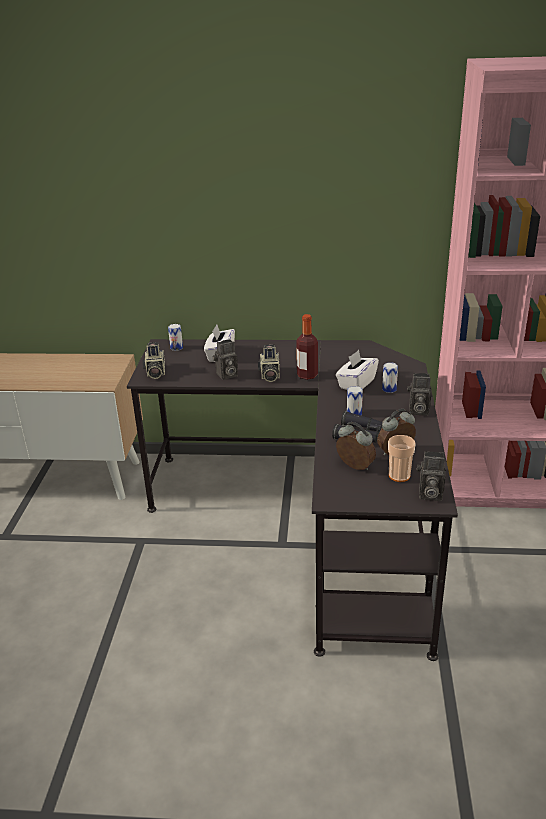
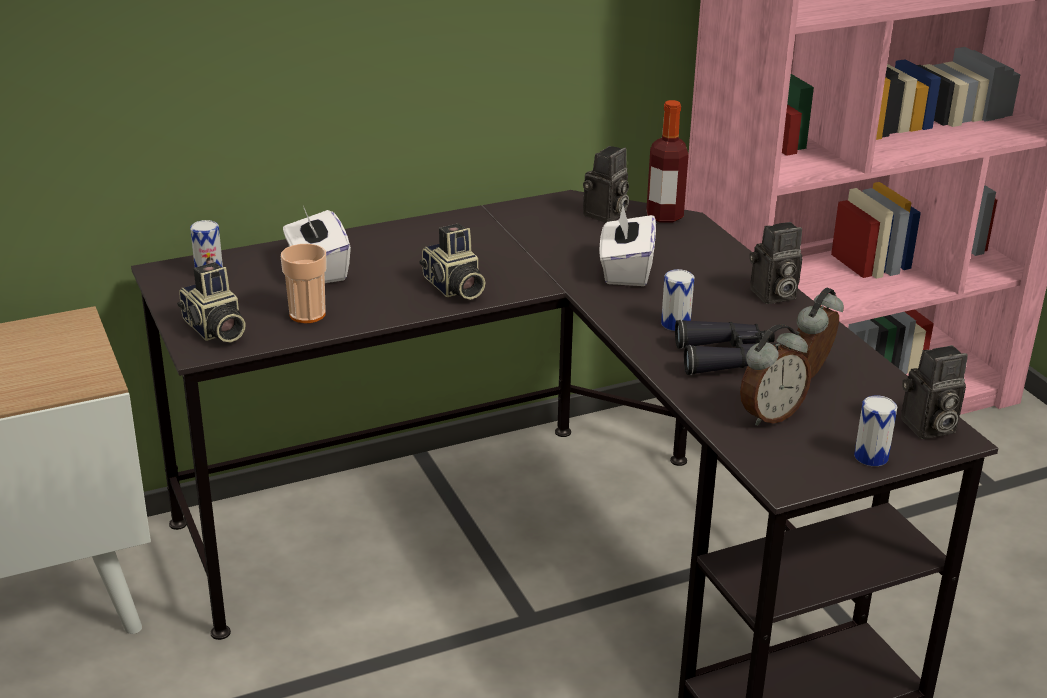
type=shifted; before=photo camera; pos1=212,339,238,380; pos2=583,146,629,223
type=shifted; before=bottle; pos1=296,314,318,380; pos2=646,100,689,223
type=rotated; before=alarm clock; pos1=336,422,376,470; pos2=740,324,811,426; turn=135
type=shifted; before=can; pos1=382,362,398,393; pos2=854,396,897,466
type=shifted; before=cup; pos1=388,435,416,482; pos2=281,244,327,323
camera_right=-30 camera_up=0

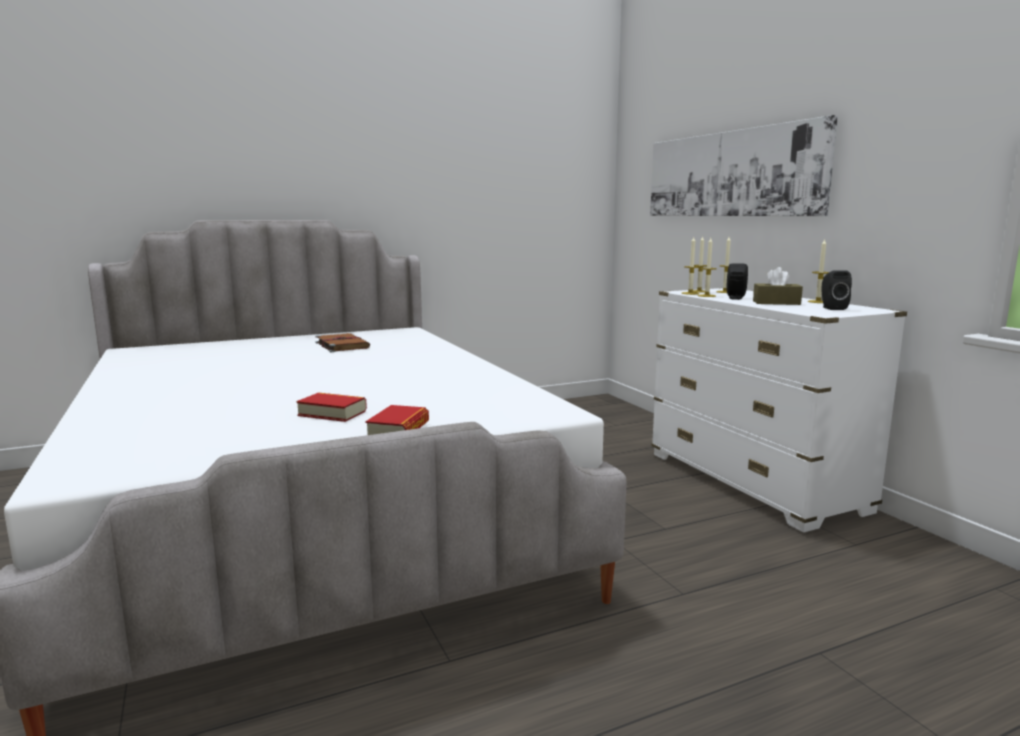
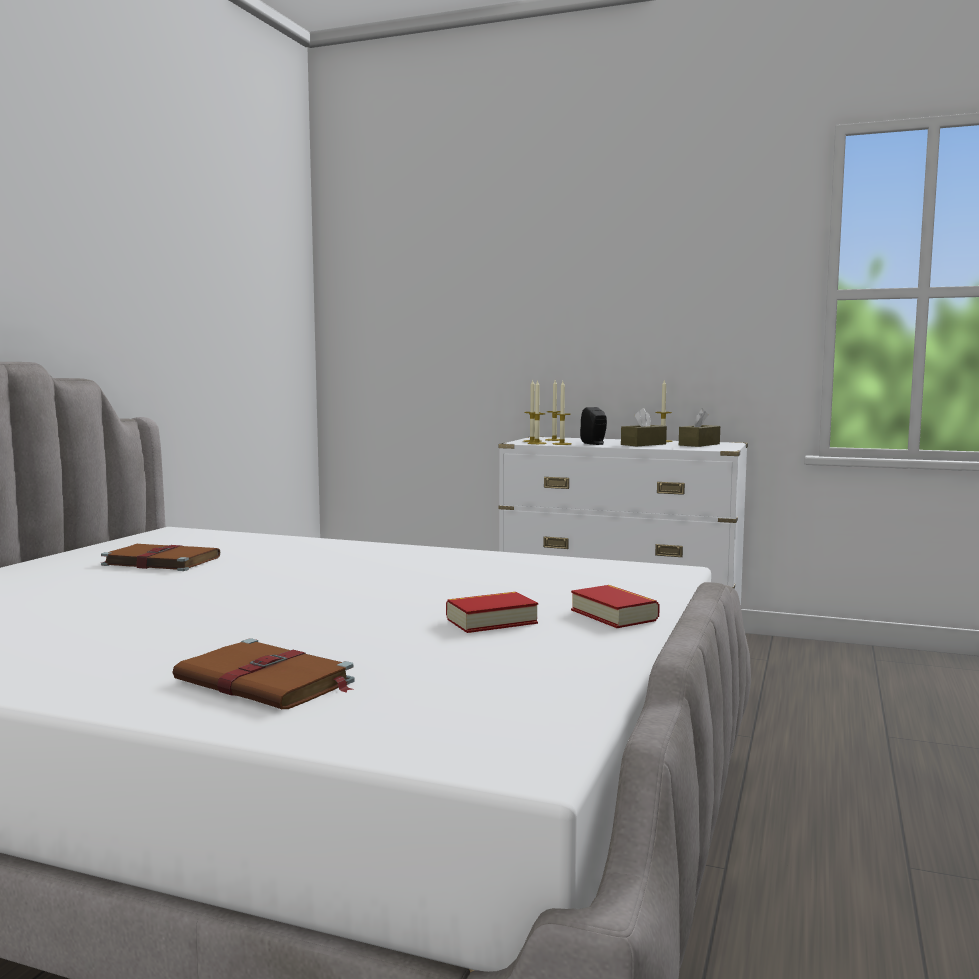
type=gone; before=picture; pos1=650,115,838,216
type=swapped; before=black speaker; after=brown tissue box; pos1=821,270,852,310; pos2=679,409,720,447
type=new; after=brown book; pos2=172,638,355,709
camera_right=-45 camera_up=-5

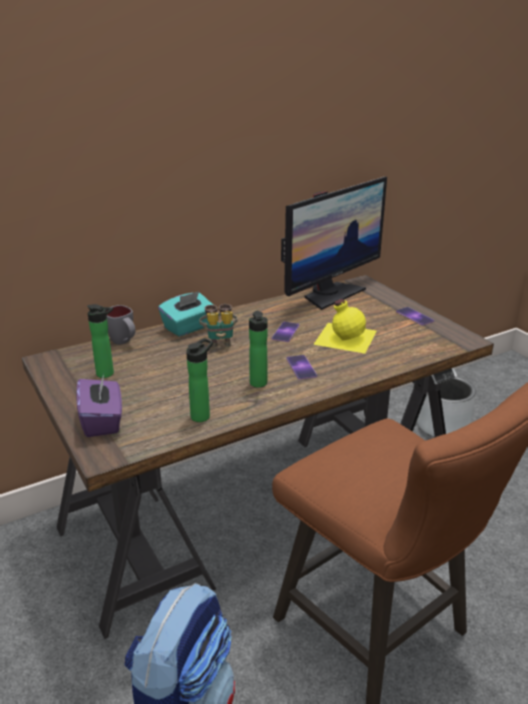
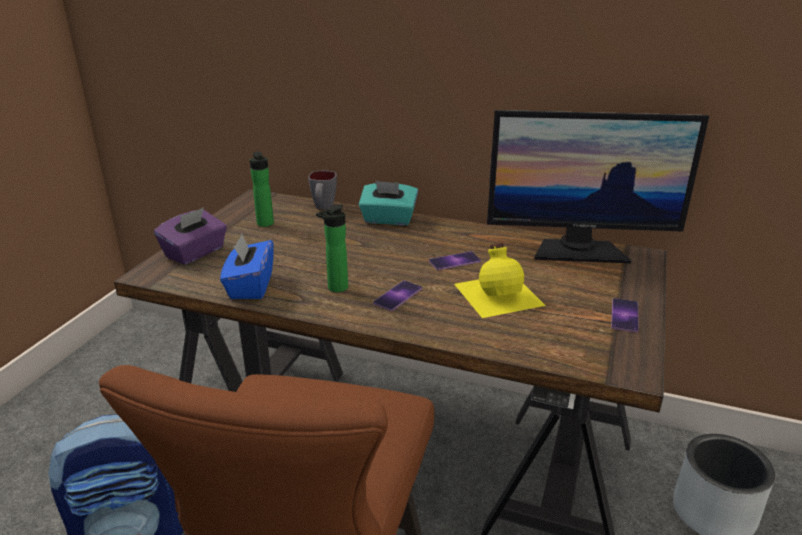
type=swapped; before=bottle; after=blue tissue box; pos1=186,338,213,422; pos2=220,234,273,299
type=gone; before=binoculars; pos1=199,304,238,348
camera_right=50 camera_up=0

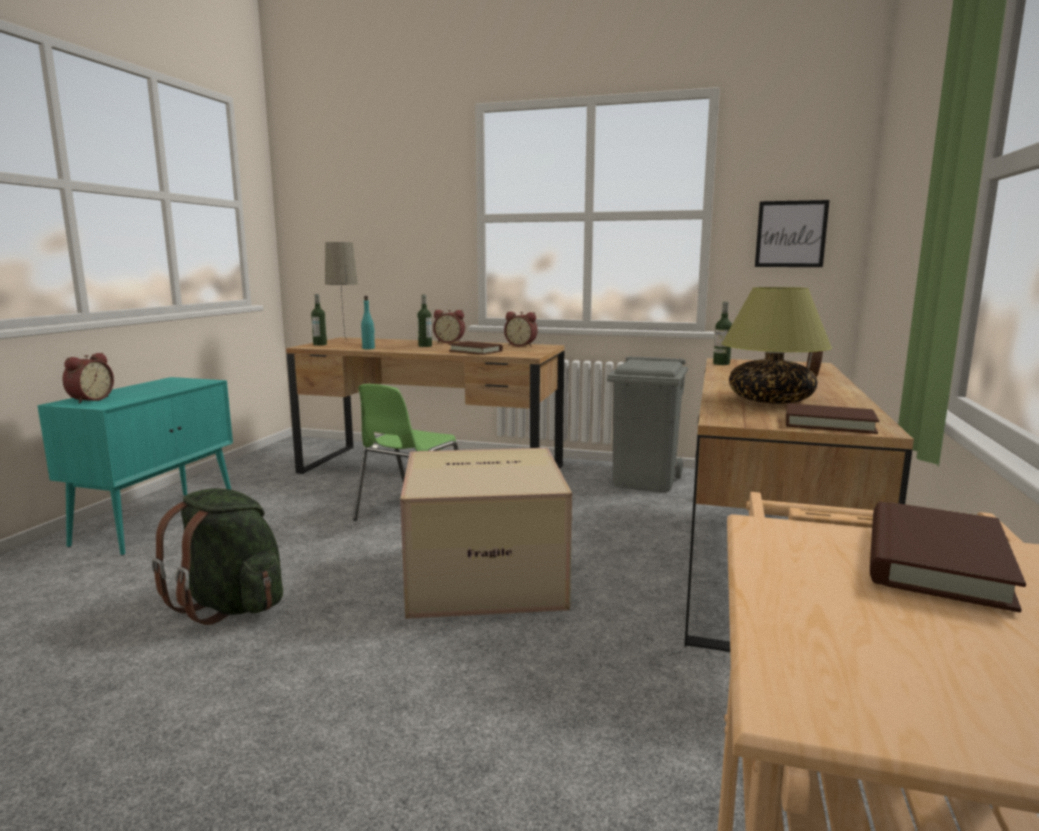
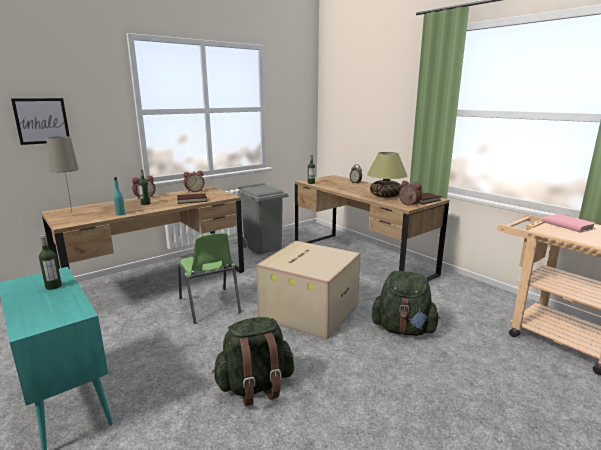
type=shifted; before=alarm clock; pos1=63,353,114,404; pos2=399,181,422,206
type=shifted; before=bottle; pos1=311,294,327,346; pos2=39,235,62,290
type=shifted; before=picture; pos1=755,200,829,267; pos2=11,98,70,145
type=repainted; before=brown book; after=pink book; pos1=870,502,1026,612; pos2=543,214,597,233
type=new; after=green backpack; pos2=372,271,440,336
camera_right=-55 camera_up=5

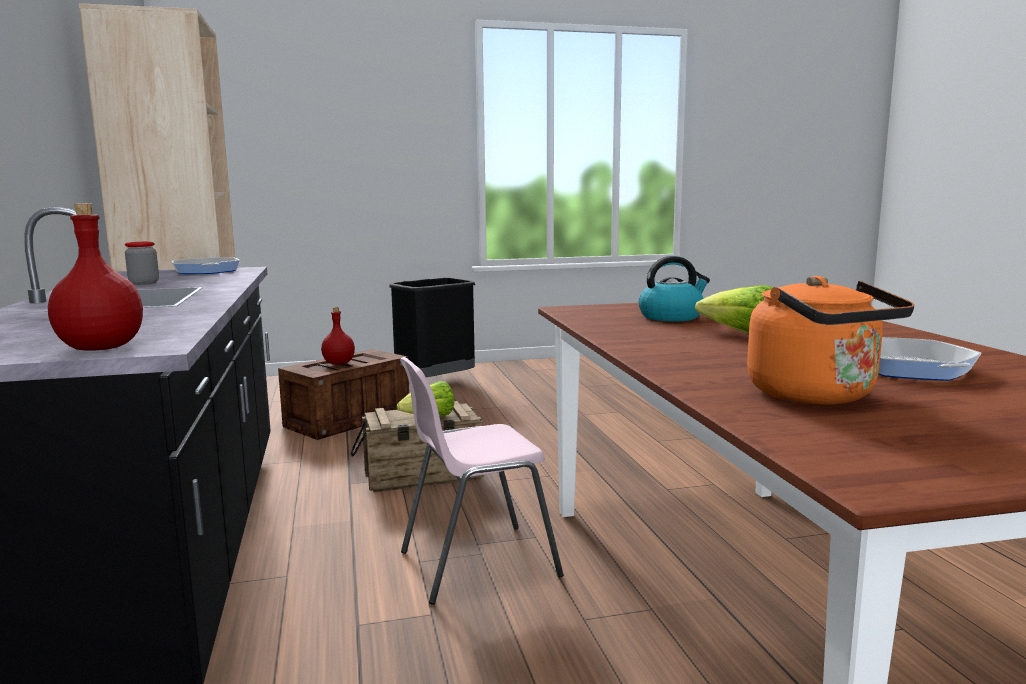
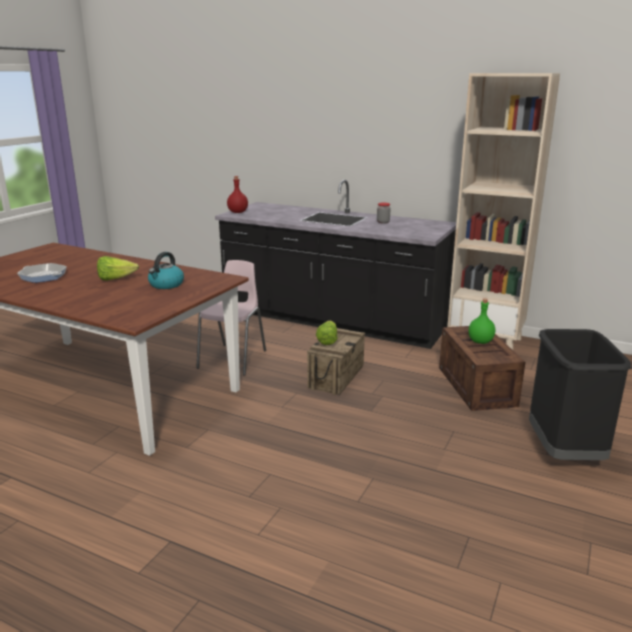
type=gone; before=frying pan; pos1=171,257,240,274
type=repainted; before=red bottle; after=green bottle; pos1=321,307,355,365; pos2=468,299,495,344
type=gone; before=orange kettle; pos1=747,276,914,405
camera_right=130 camera_up=10

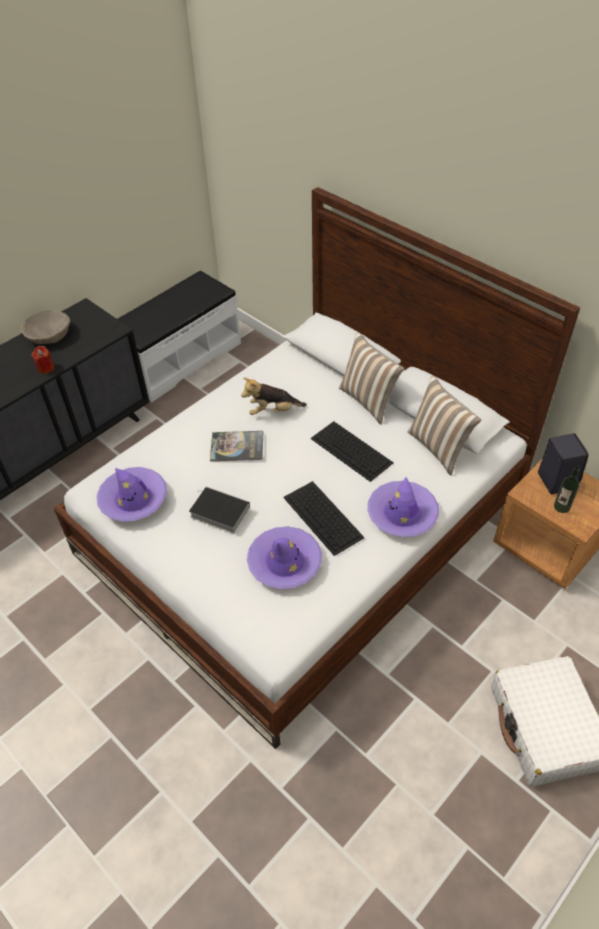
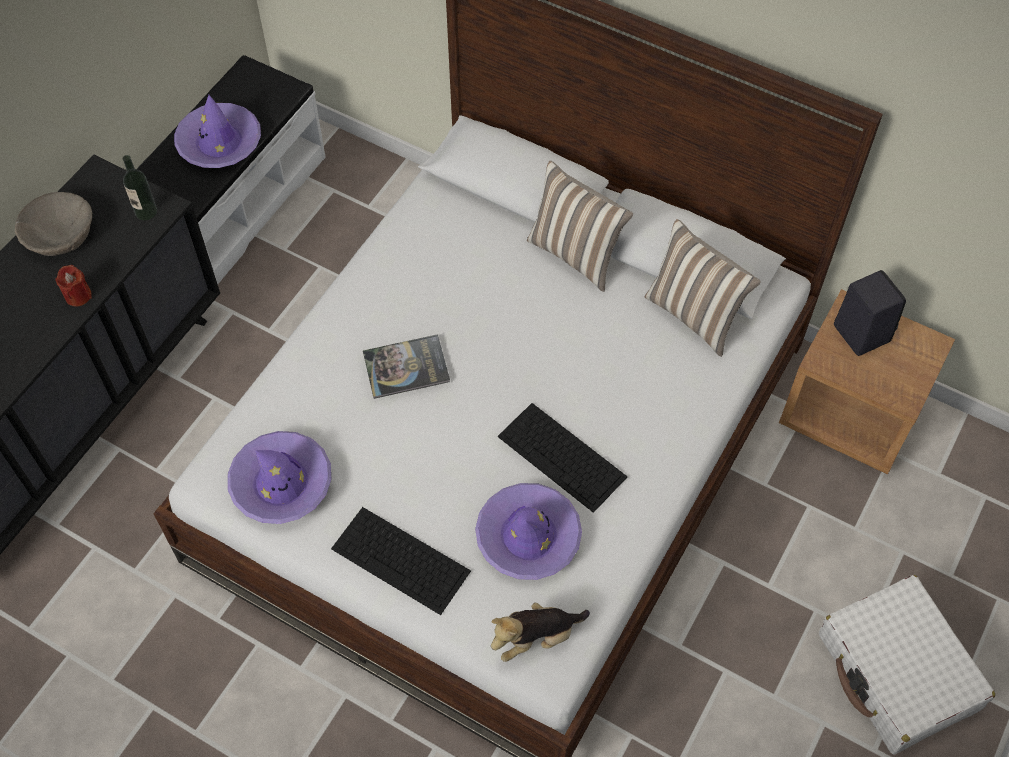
type=gone; before=book; pos1=189,487,250,533
type=shifted; before=plush toy; pos1=241,377,307,415; pos2=491,603,590,662
type=shifted; before=keyboard; pos1=311,421,394,482; pos2=331,507,471,615
type=shifted; before=purple hat; pos1=368,477,439,537; pos2=174,95,261,168
type=shifted; before=bottle; pos1=554,466,580,513; pos2=123,155,157,220
camera_right=-15 camera_up=10

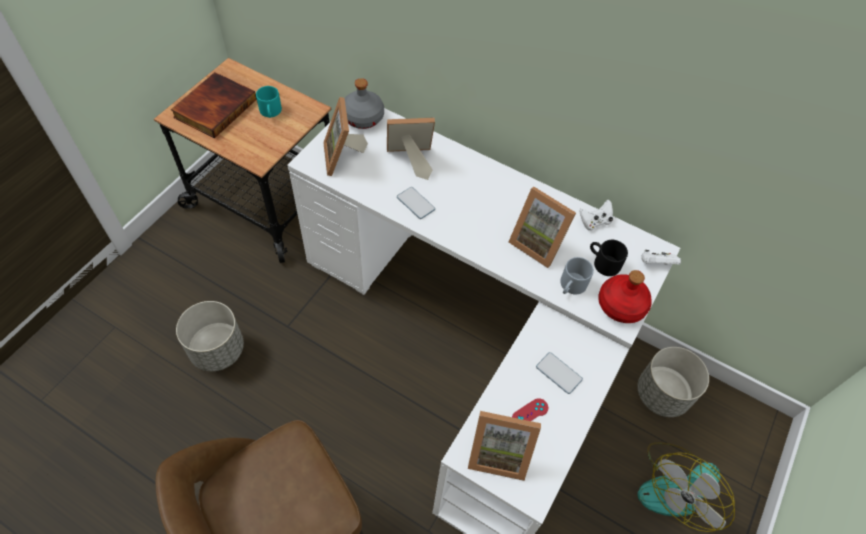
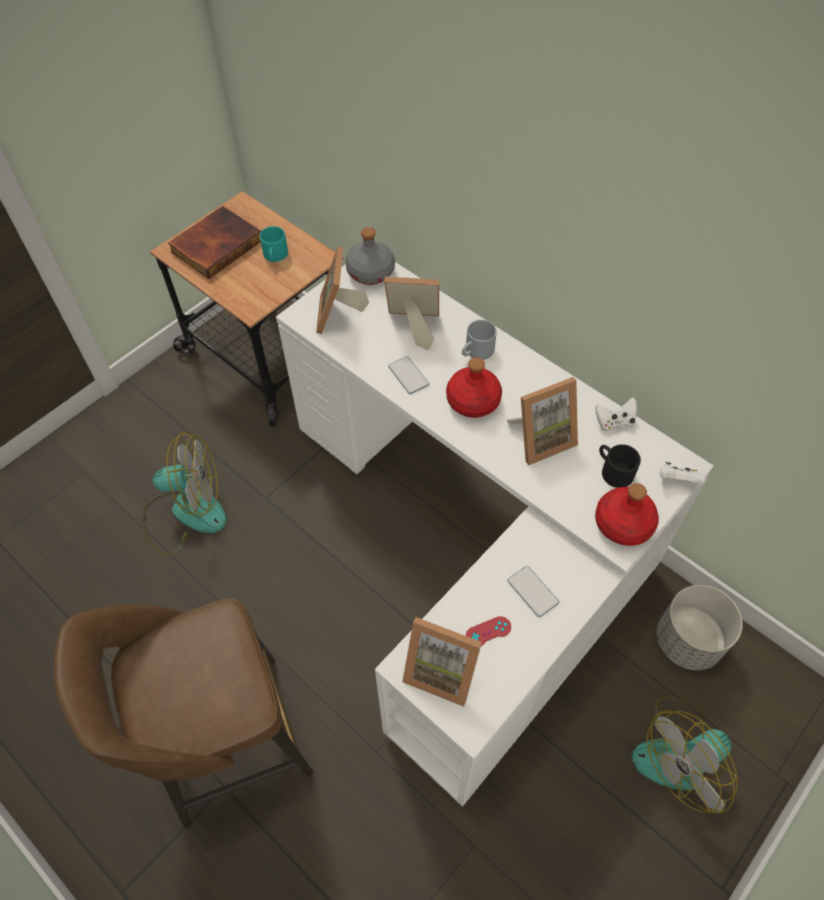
type=swapped; before=grey planter; after=fan; pos1=176,301,244,371; pos2=143,432,226,557
type=rotated; before=picture frame; pos1=509,187,576,268; pos2=507,377,578,465; turn=-75
type=shifted; before=grey mug; pos1=560,257,594,294; pos2=462,320,497,360
type=new; after=red bottle; pos2=446,358,502,418
camera_right=15 camera_up=0

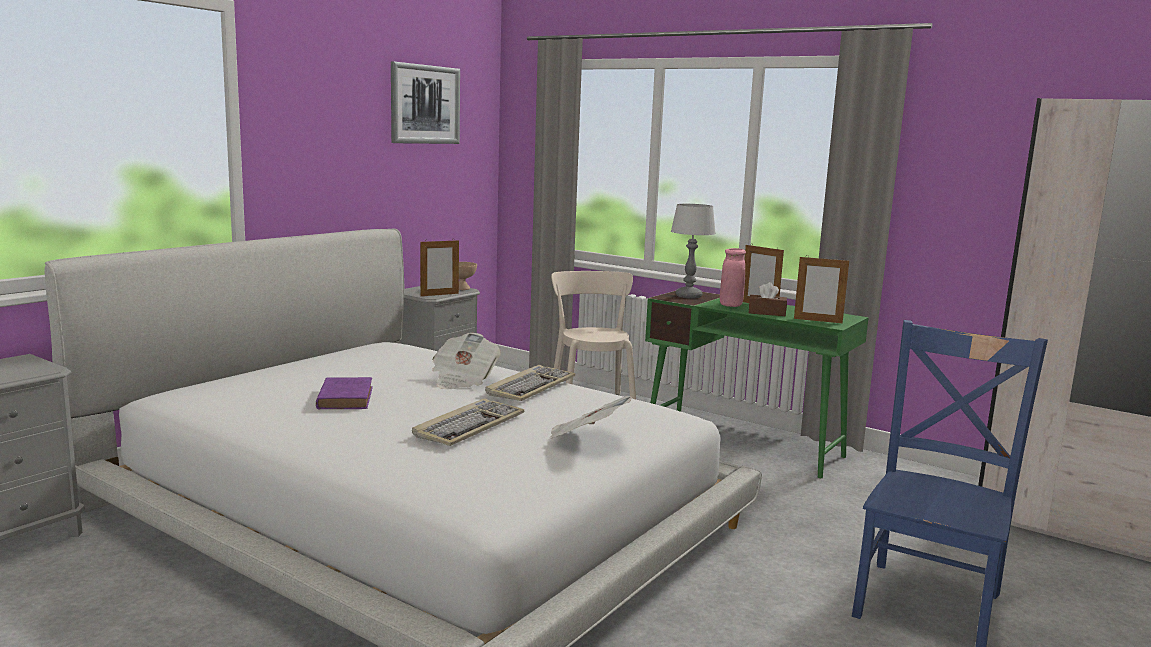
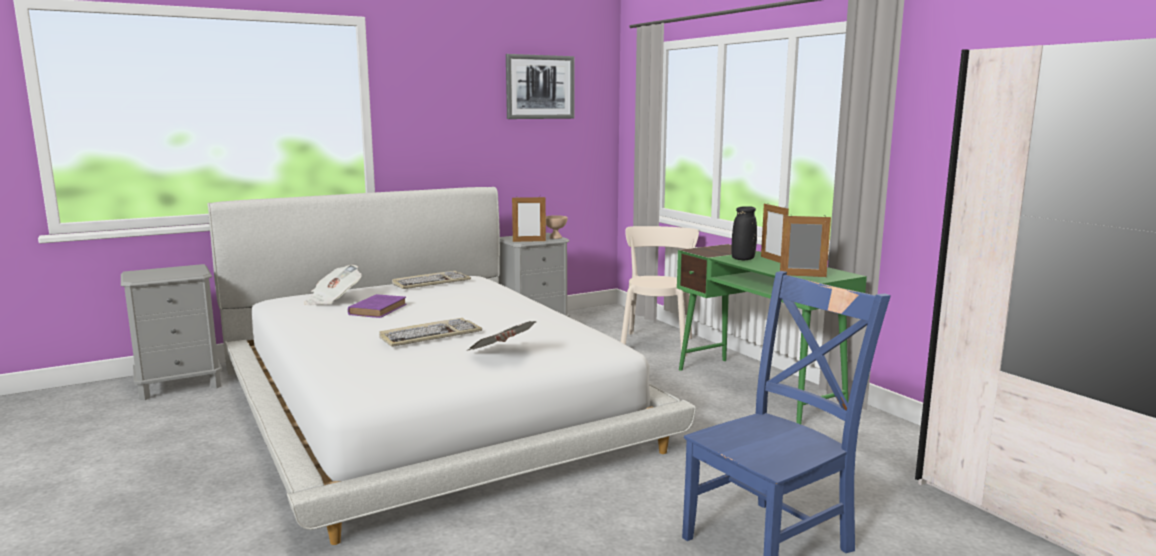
type=shifted; before=newspaper; pos1=432,333,501,389; pos2=304,265,362,306
type=shifted; before=keyboard; pos1=485,365,575,401; pos2=392,271,471,289
type=gone; before=table lamp; pos1=671,204,716,299
type=repainted; before=pink vase; after=black vase; pos1=720,248,746,307; pos2=731,206,757,260
type=gone; before=brown tissue box; pos1=749,282,787,316
type=rotated; before=picture frame; pos1=794,255,849,323; pos2=780,214,831,277; turn=150
camera_right=25 camera_up=0

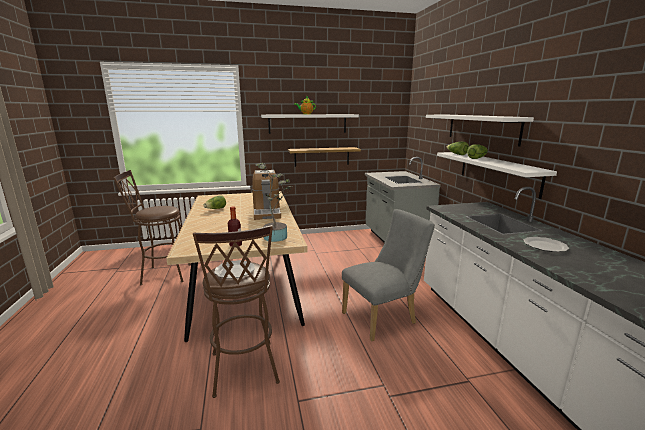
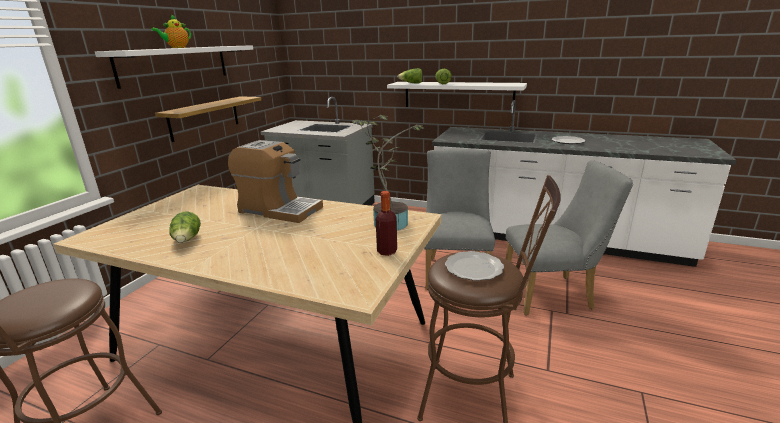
type=gone; before=white shelf; pos1=426,115,534,147
type=new; after=grey chair; pos2=506,160,633,315
camera_right=-55 camera_up=5

